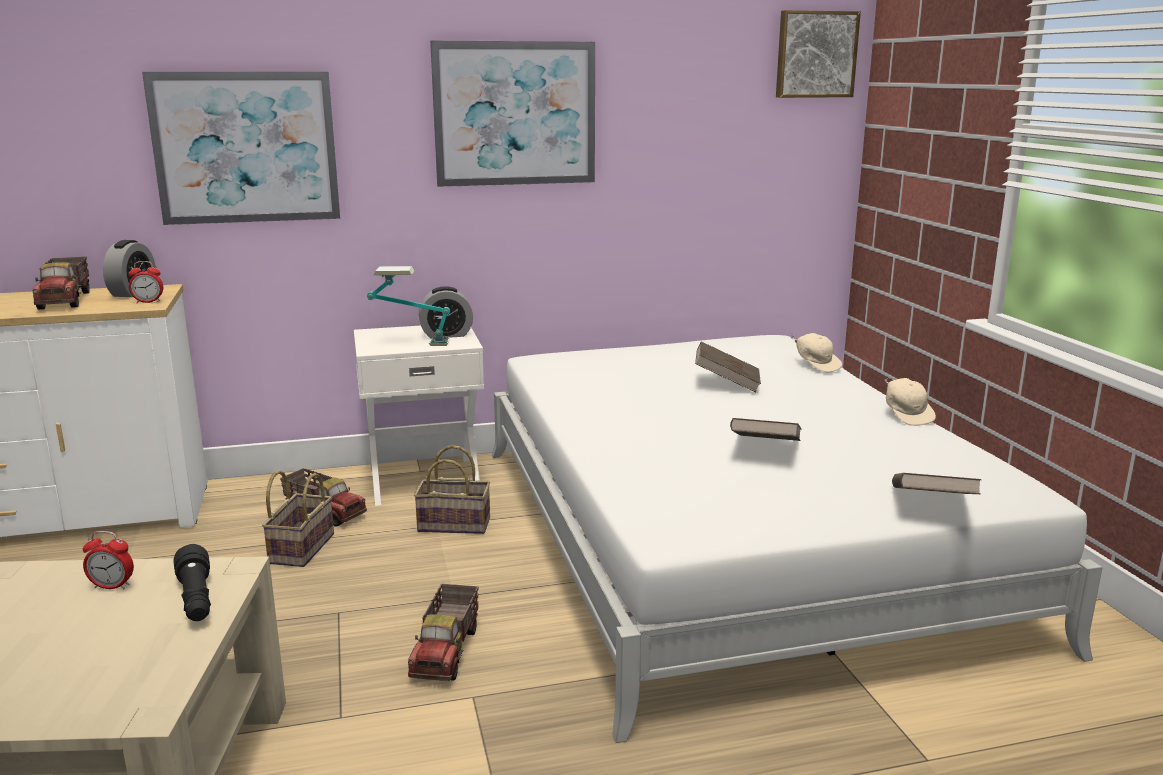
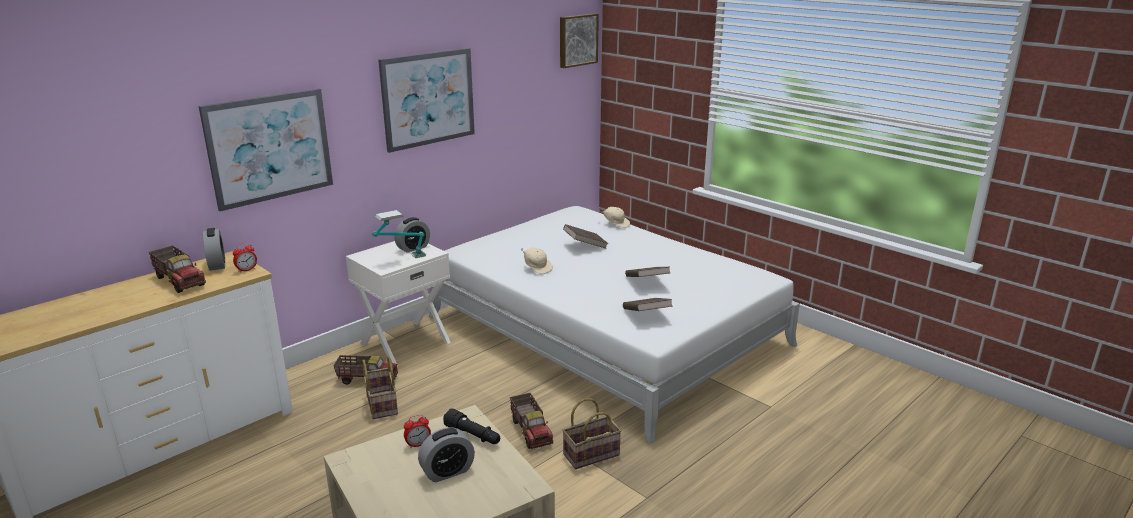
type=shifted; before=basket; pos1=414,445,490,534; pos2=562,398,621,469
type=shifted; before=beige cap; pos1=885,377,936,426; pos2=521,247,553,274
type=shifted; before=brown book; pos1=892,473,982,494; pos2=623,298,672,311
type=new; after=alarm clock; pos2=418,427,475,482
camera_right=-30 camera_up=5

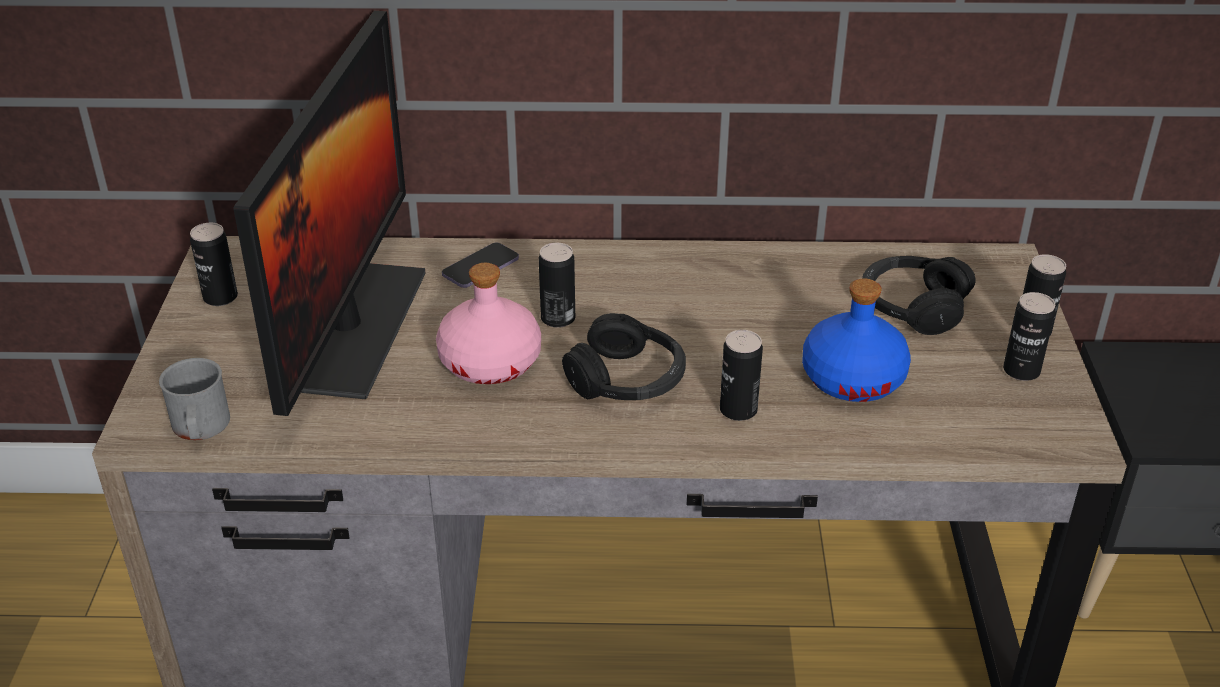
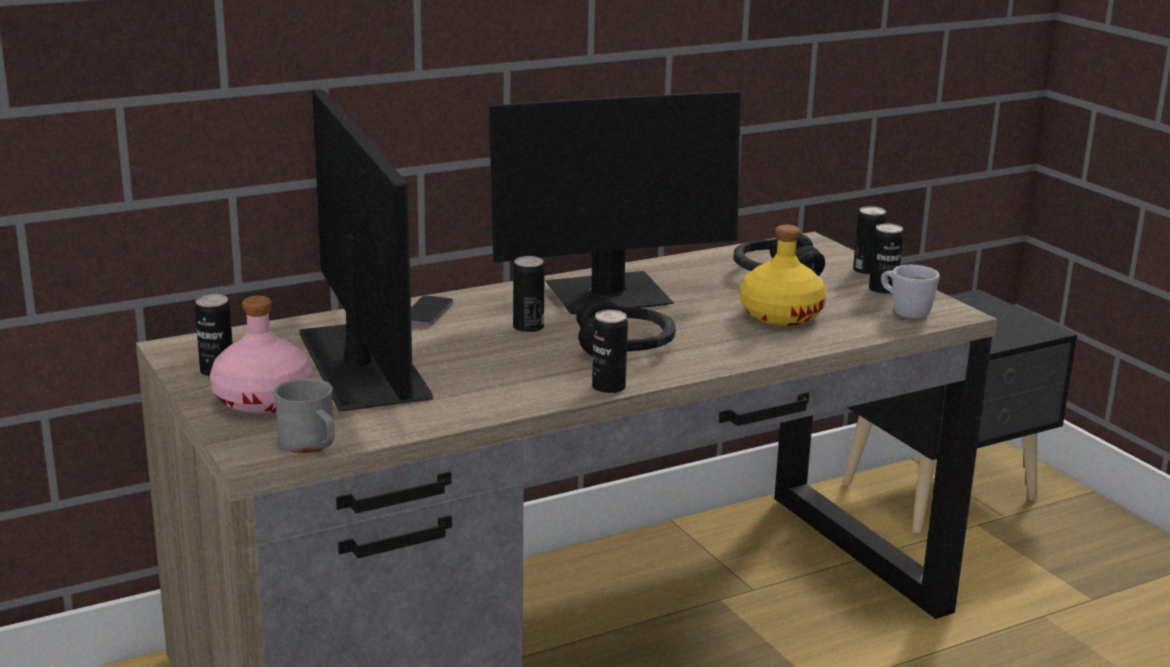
type=shifted; before=pink bottle; pos1=436,263,541,384; pos2=210,296,312,414
type=shifted; before=can; pos1=720,330,763,421; pos2=592,310,628,394
type=repainted; before=blue bottle; after=yellow bottle; pos1=802,278,911,402; pos2=740,225,827,326
type=new; after=monitor; pos2=489,91,741,314
type=new; after=white mug; pos2=881,265,940,319
camera_right=-30 camera_up=-15

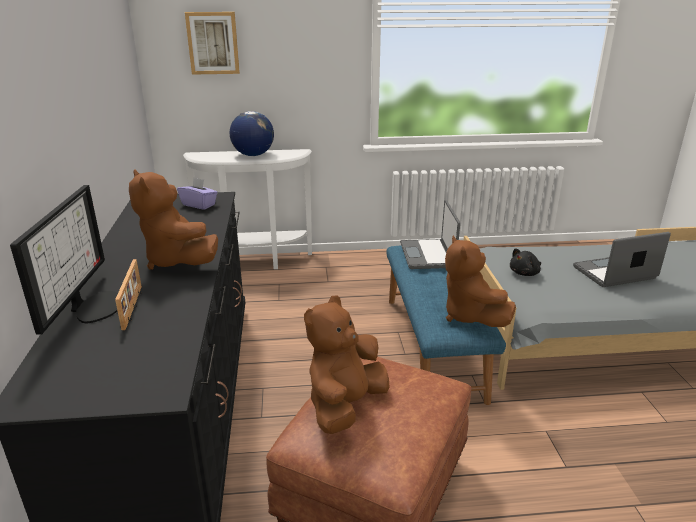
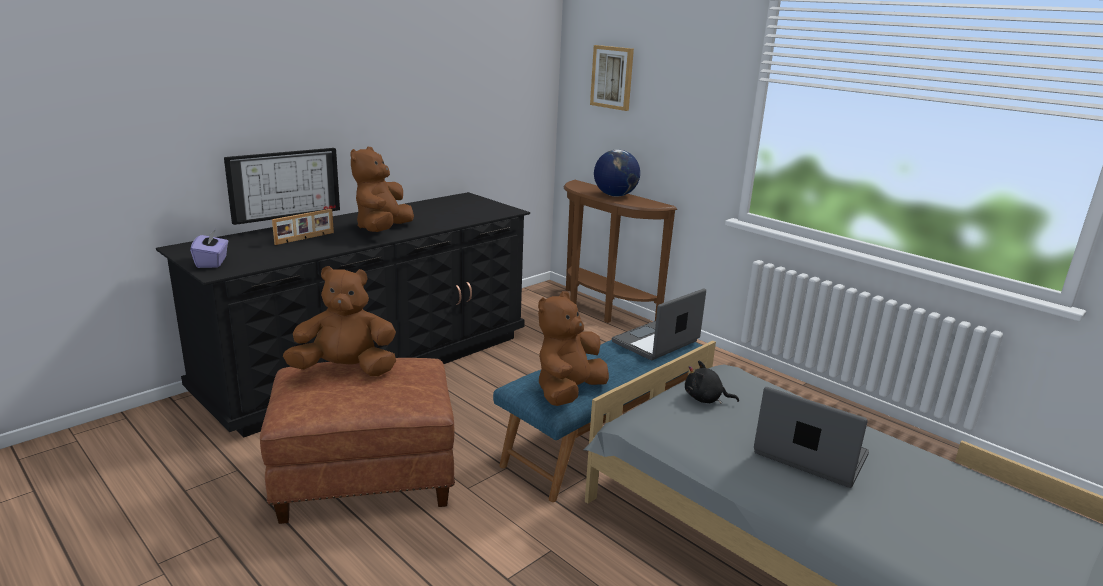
type=shifted; before=purple tissue box; pos1=177,177,218,210; pos2=190,229,228,268
type=repainted; before=white console table; after=brown console table; pos1=183,149,312,269; pos2=564,180,677,323
camera_right=50 camera_up=-5

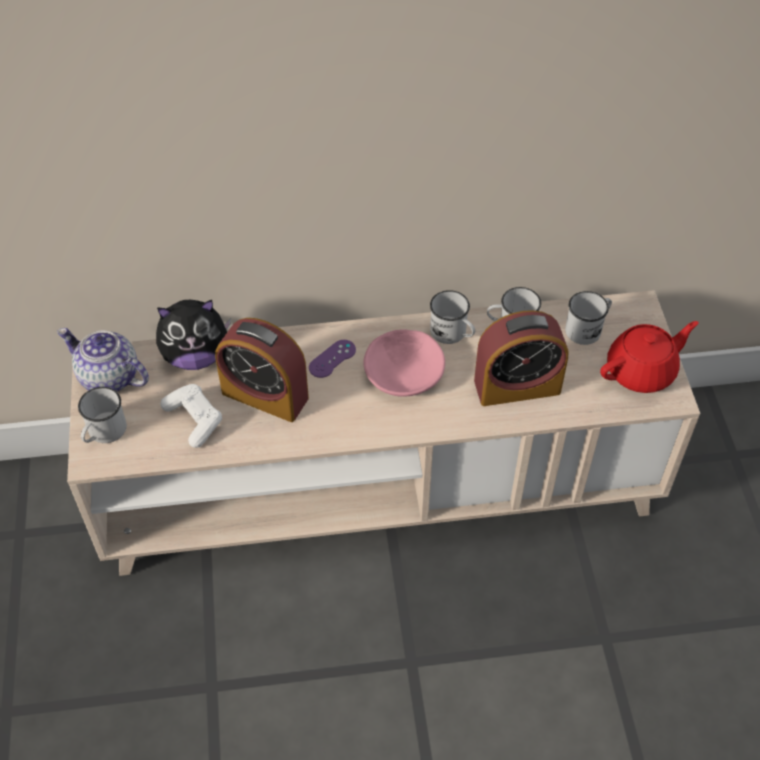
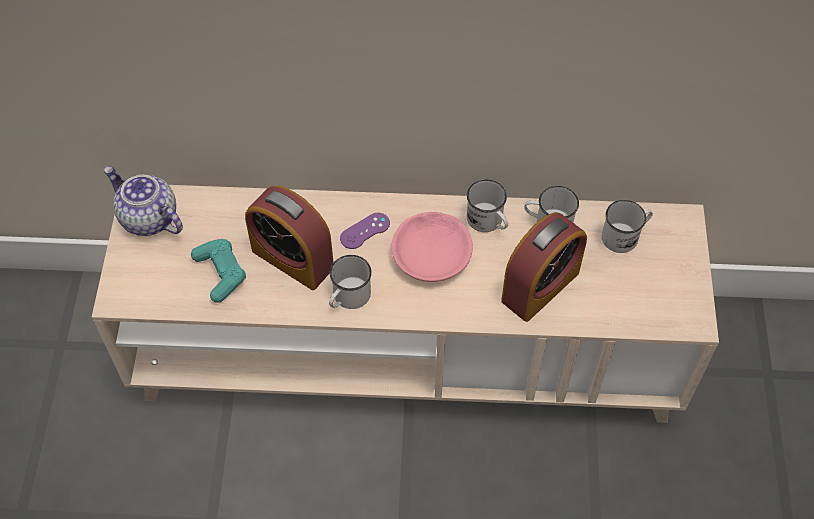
type=shifted; before=white mug; pos1=78,387,127,443; pos2=329,255,372,309
type=gone; before=plush toy; pos1=156,300,231,370
type=repainted; before=white game controller; after=turquoise game controller; pos1=160,384,222,448; pos2=191,239,246,303
type=rotated; before=alarm clock; pos1=474,310,568,406; pos2=501,212,587,322; turn=-45
type=gone; before=red teapot; pos1=600,321,699,393
camera_right=10 camera_up=5

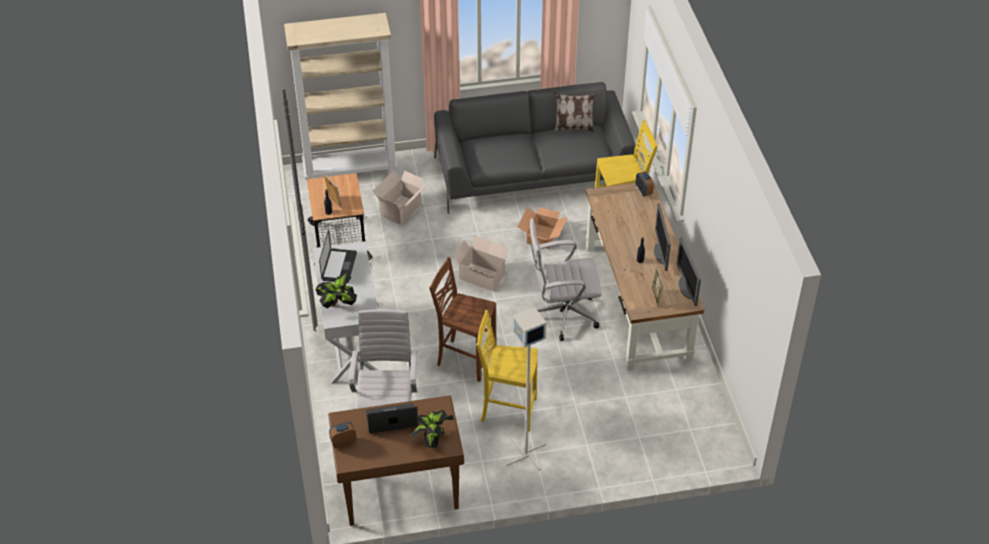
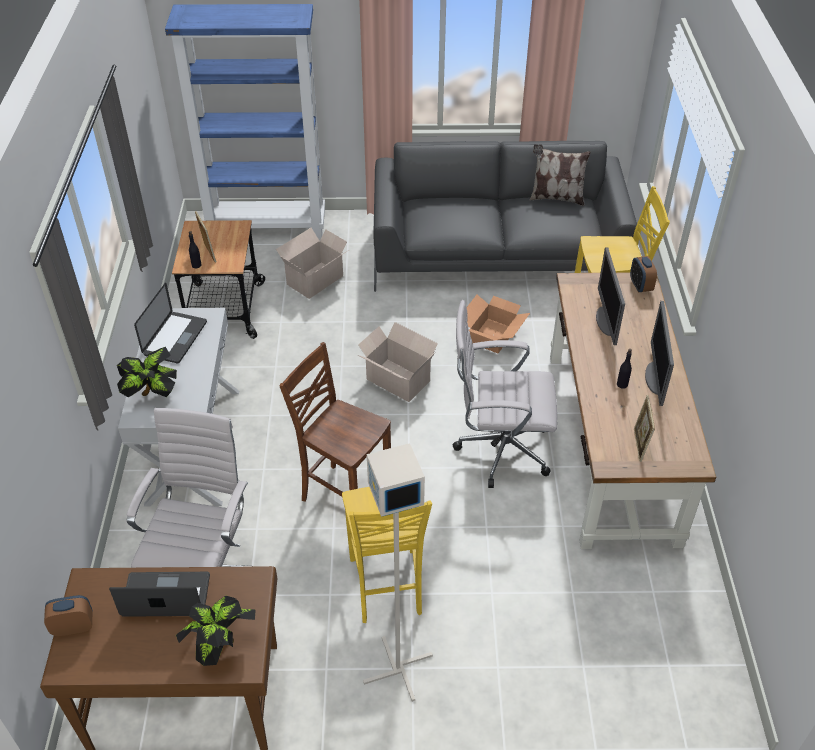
type=repainted; before=beige bookcase; after=blue bookcase; pos1=284,13,398,185; pos2=165,4,325,238
type=rotated; before=yellow chair; pos1=476,310,538,432; pos2=342,487,432,623; turn=-120
type=shifted; before=monitor; pos1=677,237,701,306; pos2=596,247,625,345
camera_right=10 camera_up=0

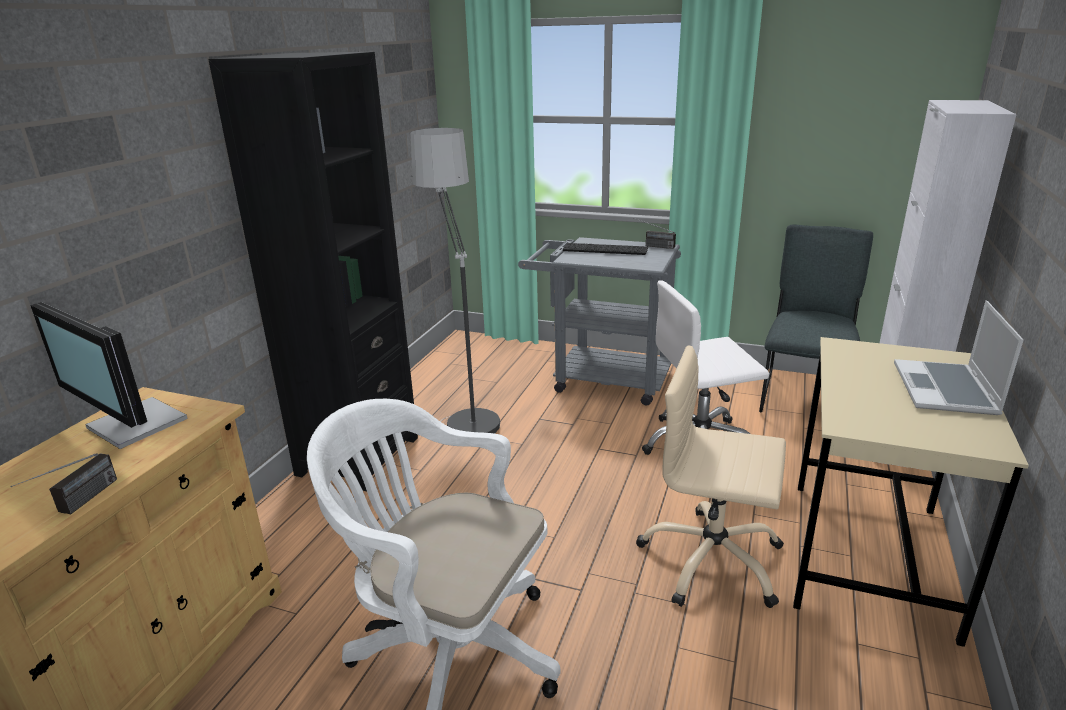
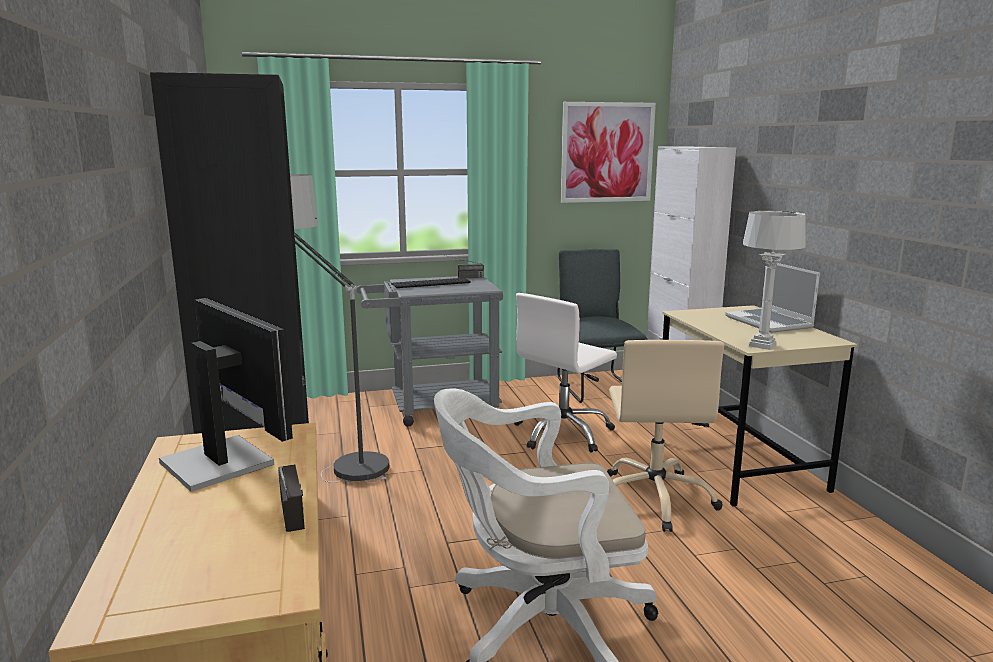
type=rotated; before=monitor; pos1=30,302,188,449; pos2=159,298,293,492; turn=-135
type=rotated; before=beige office chair; pos1=636,345,786,608; pos2=607,340,724,532; turn=-75
type=new; after=picture; pos2=561,102,656,203
type=new; after=grey table lamp; pos2=743,211,806,350
camera_right=-35 camera_up=-10

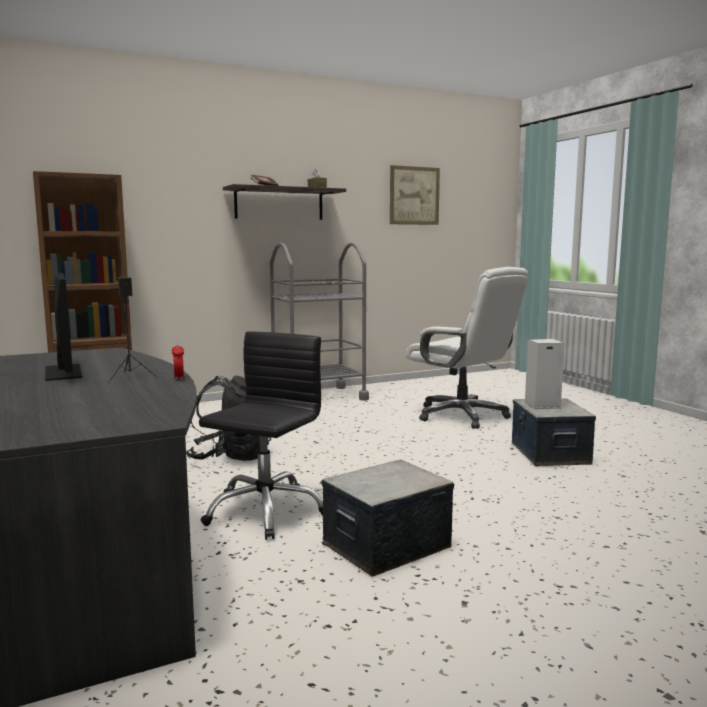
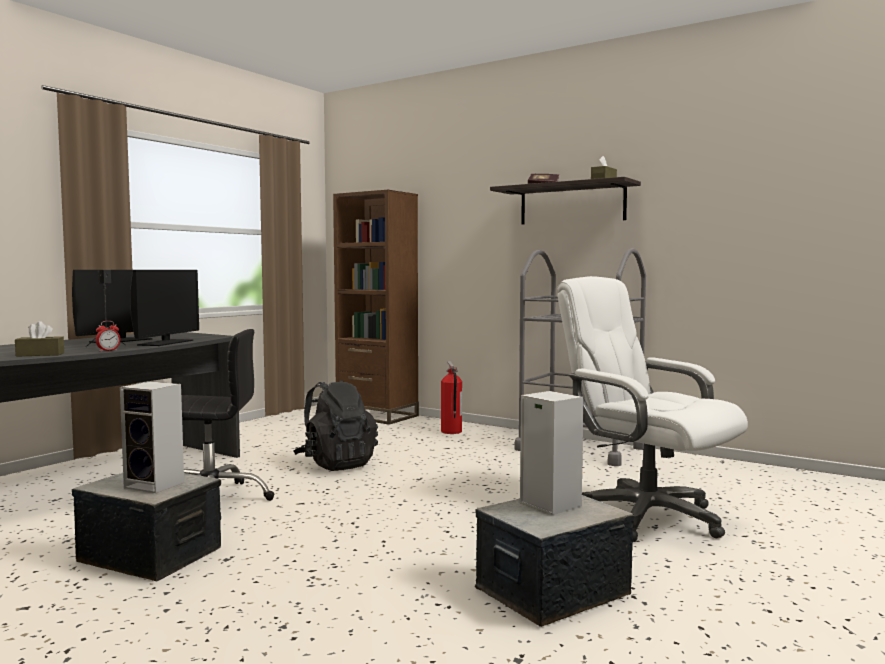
type=gone; before=picture; pos1=390,165,440,225
type=rotated; before=white office chair; pos1=406,267,528,429; pos2=557,276,748,542; turn=120
type=new; after=brown tissue box; pos2=15,321,64,357
type=new; after=speaker; pos2=120,381,184,493
type=new; after=monitor; pos2=130,270,199,346
type=new; after=fire extinguisher; pos2=441,361,462,434
camera_right=60 camera_up=-5

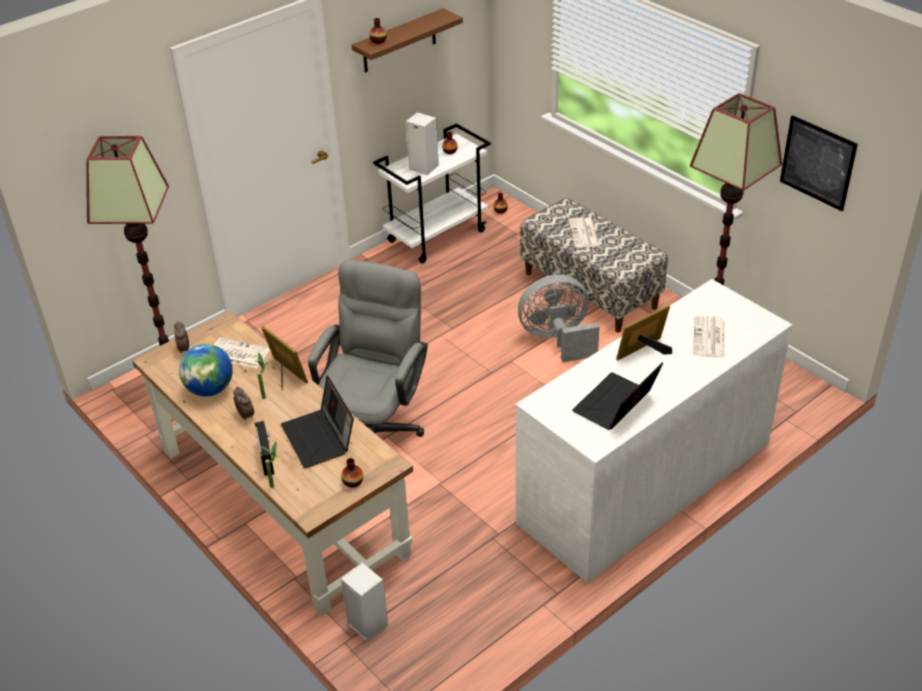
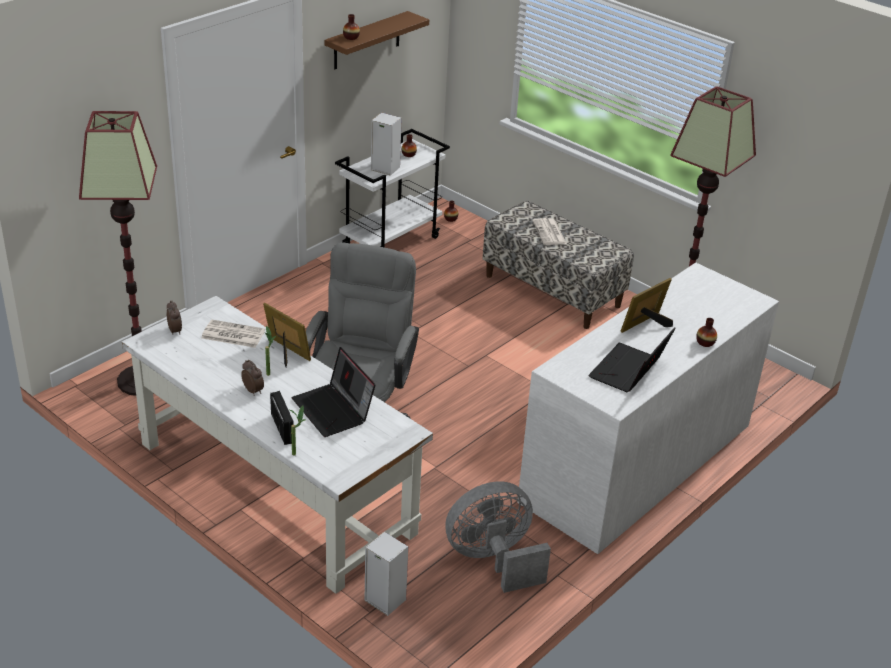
type=repainted; before=brown desk; after=white desk; pos1=132,311,413,617; pos2=122,296,433,594
type=gone; before=globe; pos1=179,344,233,397
type=shifted; before=vase; pos1=341,458,363,488; pos2=696,318,717,347
type=shifted; before=grey fan; pos1=518,274,600,362; pos2=445,481,551,593
type=gone; before=newspaper; pos1=693,315,725,358
type=gone; before=picture; pos1=780,115,858,211
camera_right=-10 camera_up=-5

